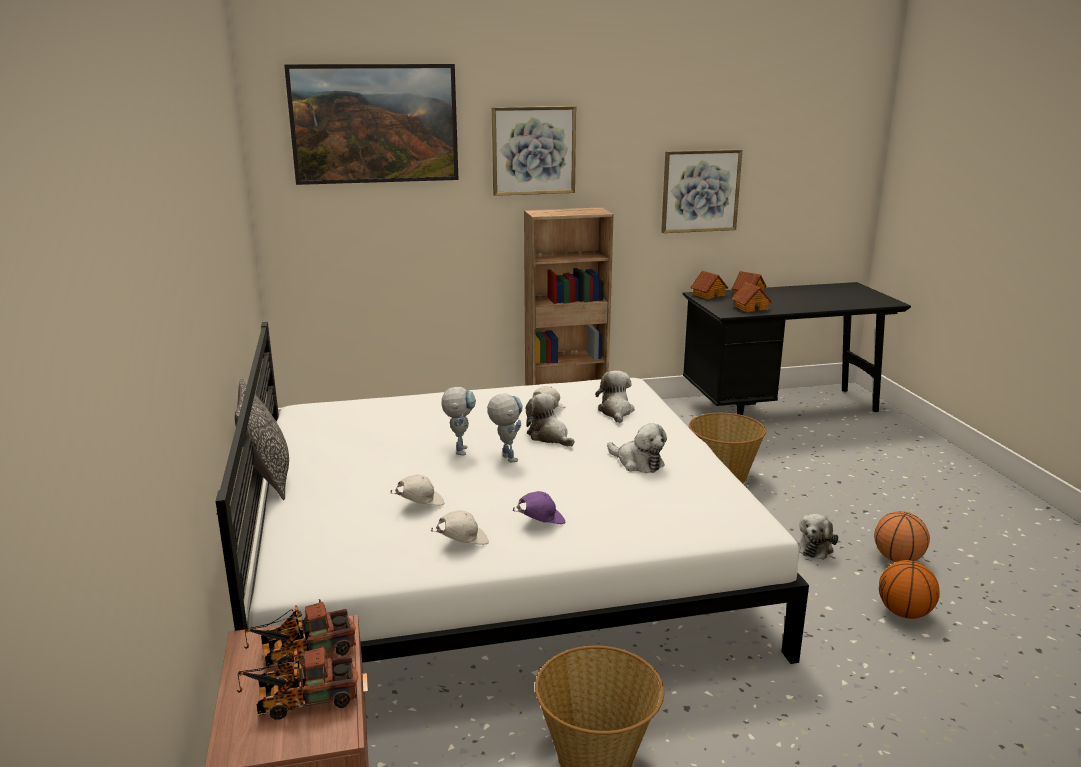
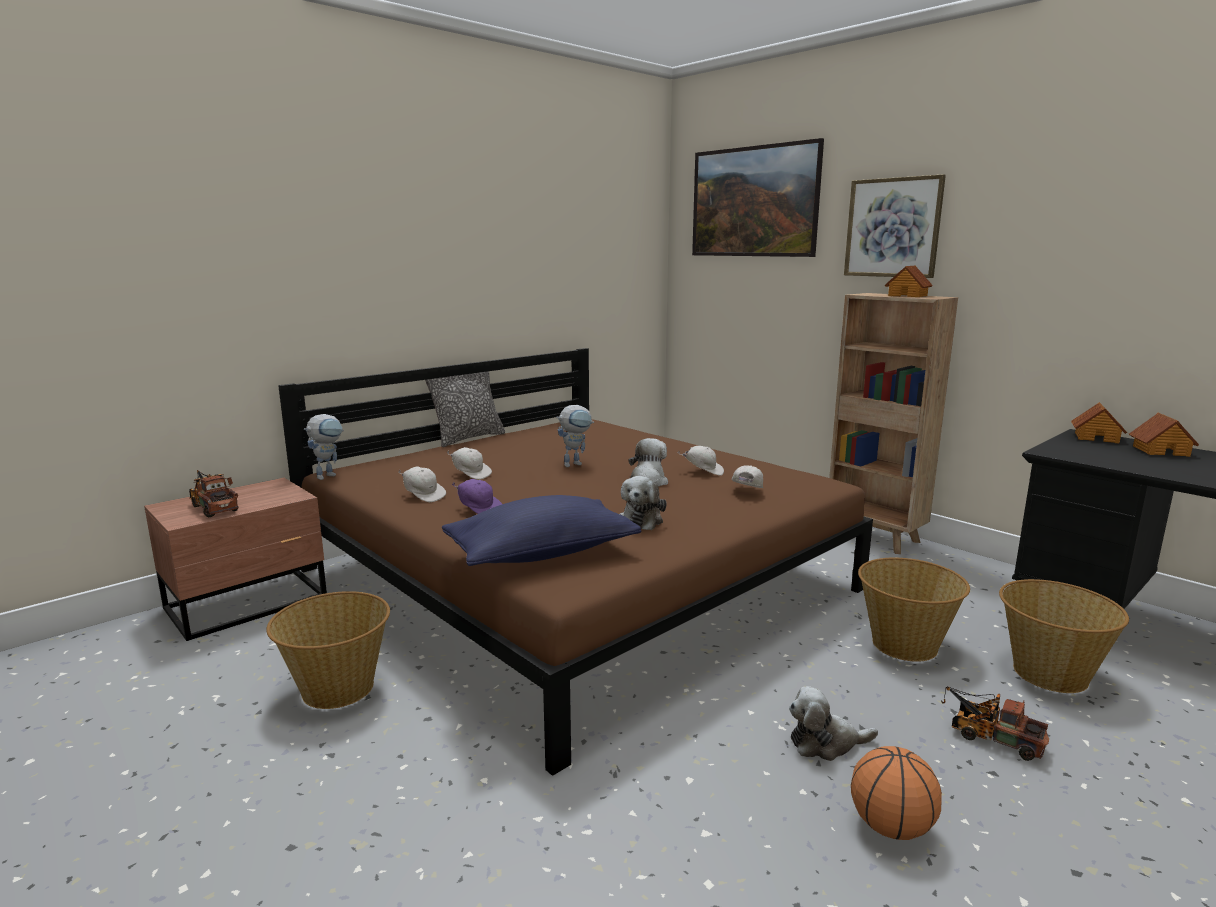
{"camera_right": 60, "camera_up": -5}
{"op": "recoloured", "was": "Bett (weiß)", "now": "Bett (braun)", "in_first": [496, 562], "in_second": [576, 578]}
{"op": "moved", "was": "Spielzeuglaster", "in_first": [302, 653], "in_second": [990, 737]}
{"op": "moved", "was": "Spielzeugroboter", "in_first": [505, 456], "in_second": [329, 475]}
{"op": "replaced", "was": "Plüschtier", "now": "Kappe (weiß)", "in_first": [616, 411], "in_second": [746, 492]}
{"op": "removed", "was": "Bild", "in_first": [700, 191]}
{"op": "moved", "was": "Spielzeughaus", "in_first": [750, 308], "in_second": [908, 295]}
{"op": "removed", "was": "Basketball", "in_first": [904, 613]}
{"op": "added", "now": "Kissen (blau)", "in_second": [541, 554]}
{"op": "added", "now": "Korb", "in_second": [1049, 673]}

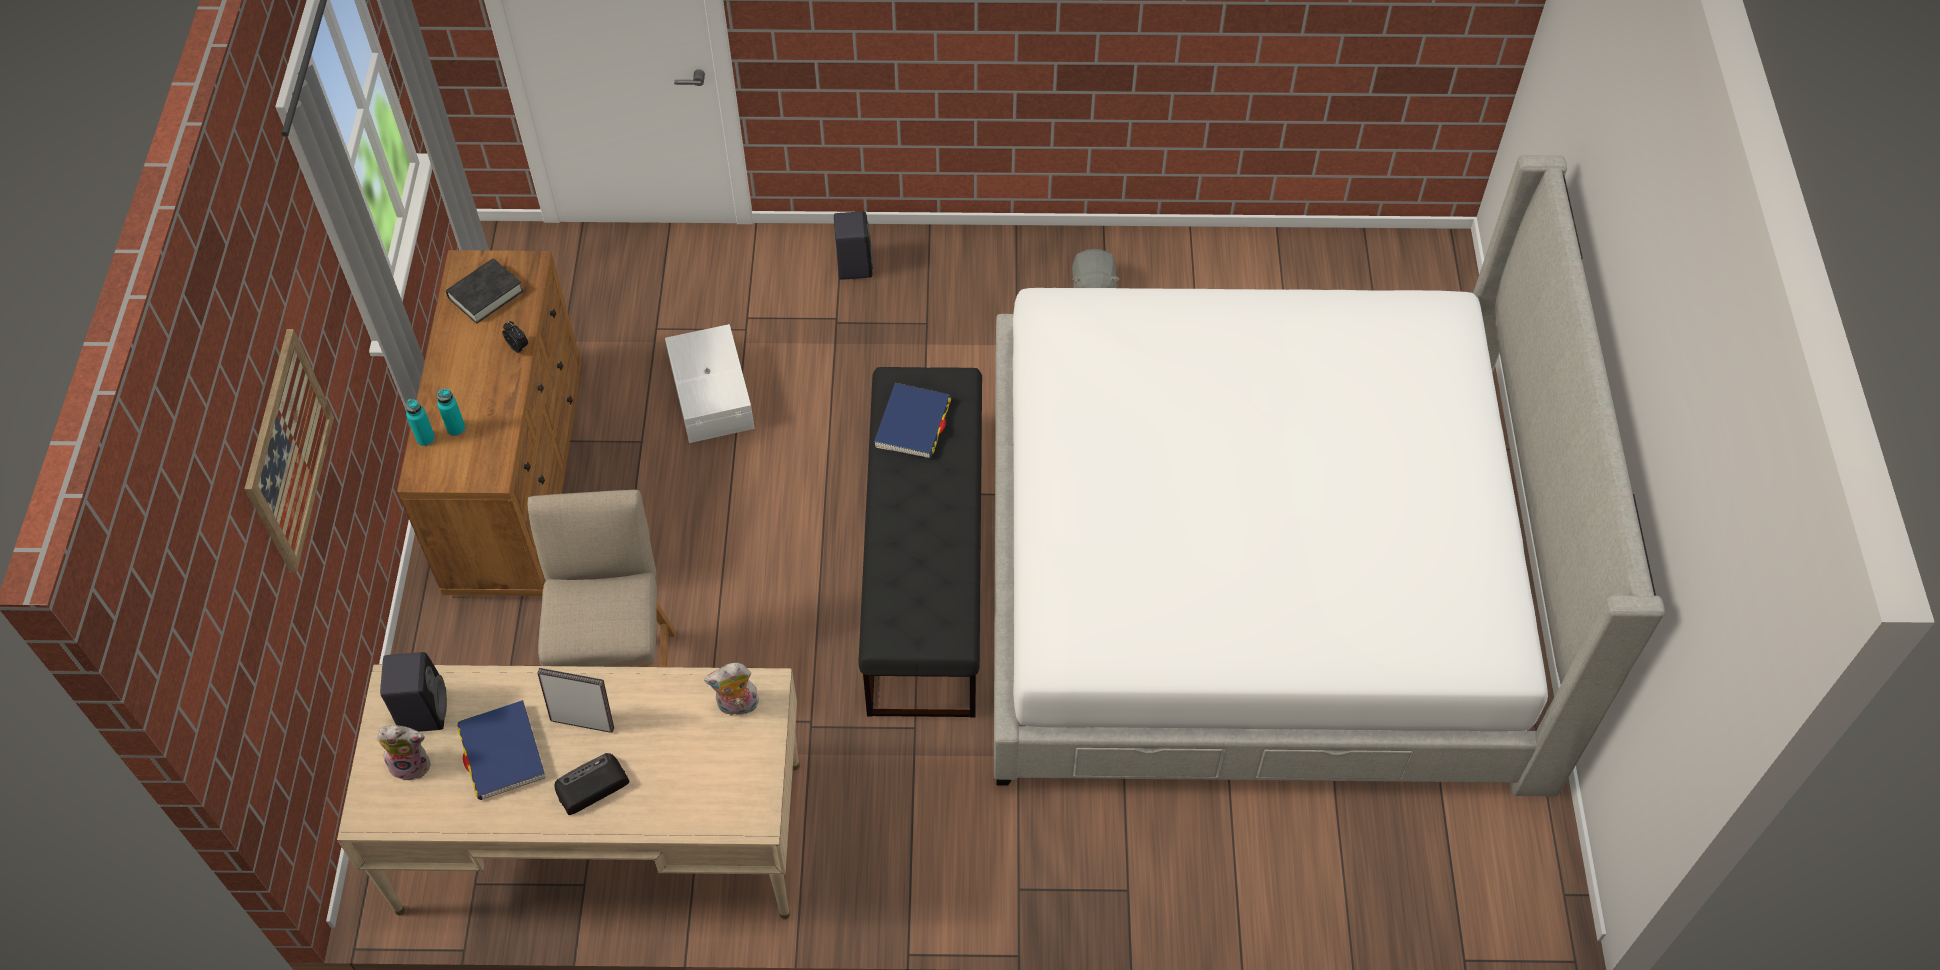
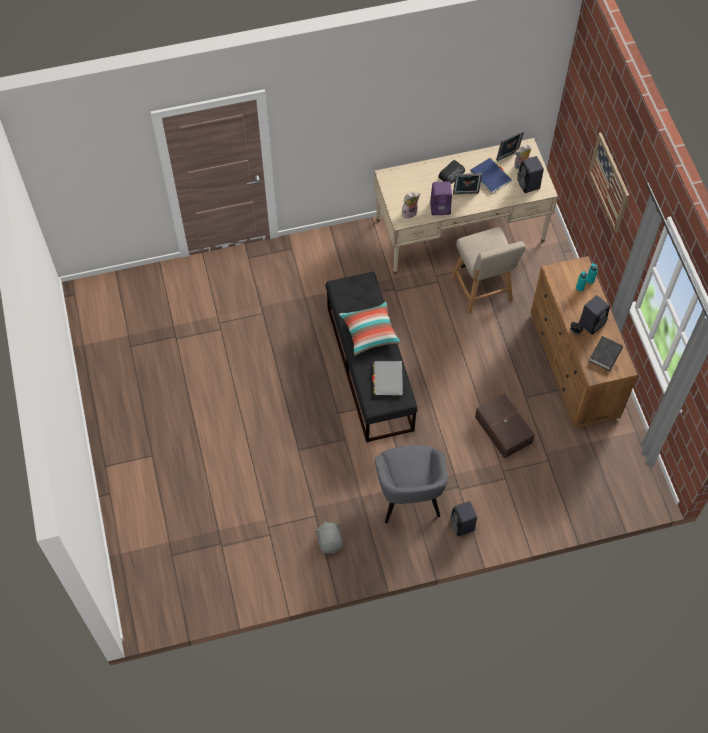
{"camera_right": 165, "camera_up": 5}
{"op": "recoloured", "was": "Aufbewahrungsbox (weiß)", "now": "Aufbewahrungsbox (braun)", "in_first": [713, 393], "in_second": [503, 431]}
{"op": "recoloured", "was": "Buch (blau)", "now": "Buch (grau)", "in_first": [913, 423], "in_second": [388, 379]}
{"op": "removed", "was": "Bett", "in_first": [1256, 569]}
{"op": "added", "now": "Kissen", "in_second": [370, 333]}
{"op": "added", "now": "Sessel (grau)", "in_second": [409, 497]}
{"op": "added", "now": "Lautsprecher (lila)", "in_second": [441, 208]}
{"op": "added", "now": "Bilderrahmen", "in_second": [508, 156]}
{"op": "added", "now": "Lautsprecher (schwarz)", "in_second": [592, 323]}

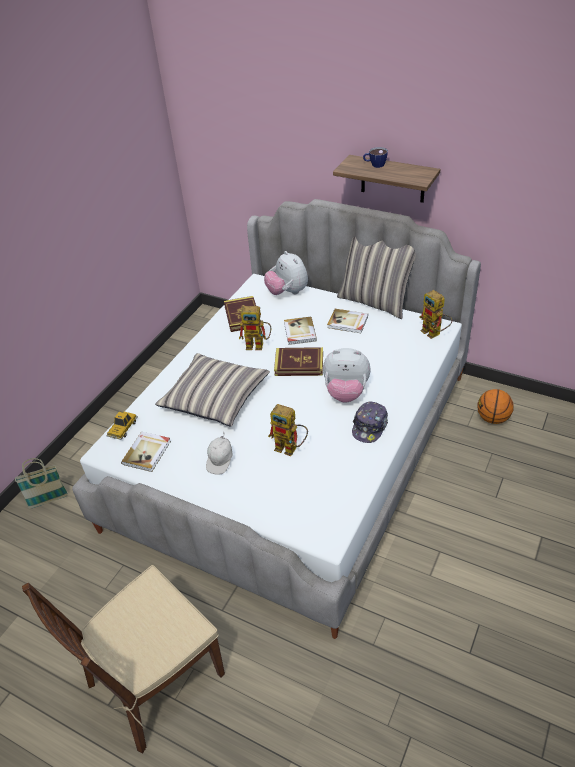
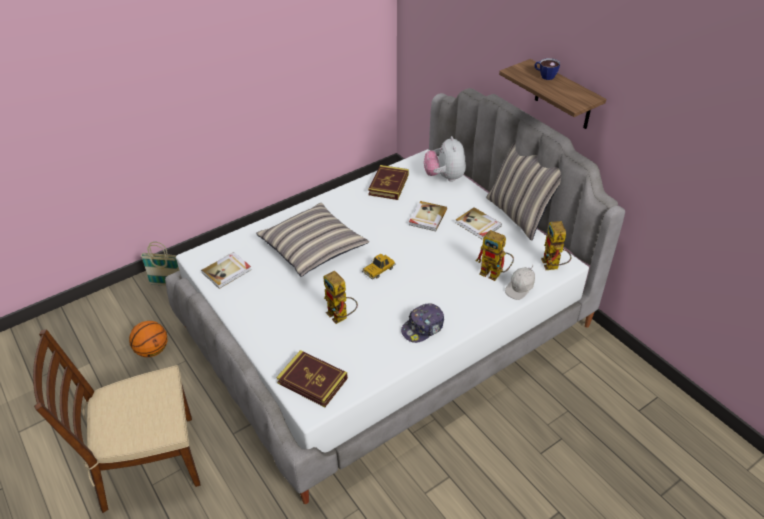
{"camera_right": 25, "camera_up": 0}
{"op": "moved", "was": "Spielzeugauto", "in_first": [123, 428], "in_second": [379, 270]}
{"op": "moved", "was": "Kappe (weiß)", "in_first": [221, 461], "in_second": [520, 289]}
{"op": "moved", "was": "Spielzeugroboter", "in_first": [259, 345], "in_second": [495, 274]}
{"op": "moved", "was": "Buch", "in_first": [299, 364], "in_second": [312, 381]}
{"op": "removed", "was": "Plüschtier", "in_first": [346, 392]}
{"op": "moved", "was": "Basketball", "in_first": [492, 418], "in_second": [152, 350]}

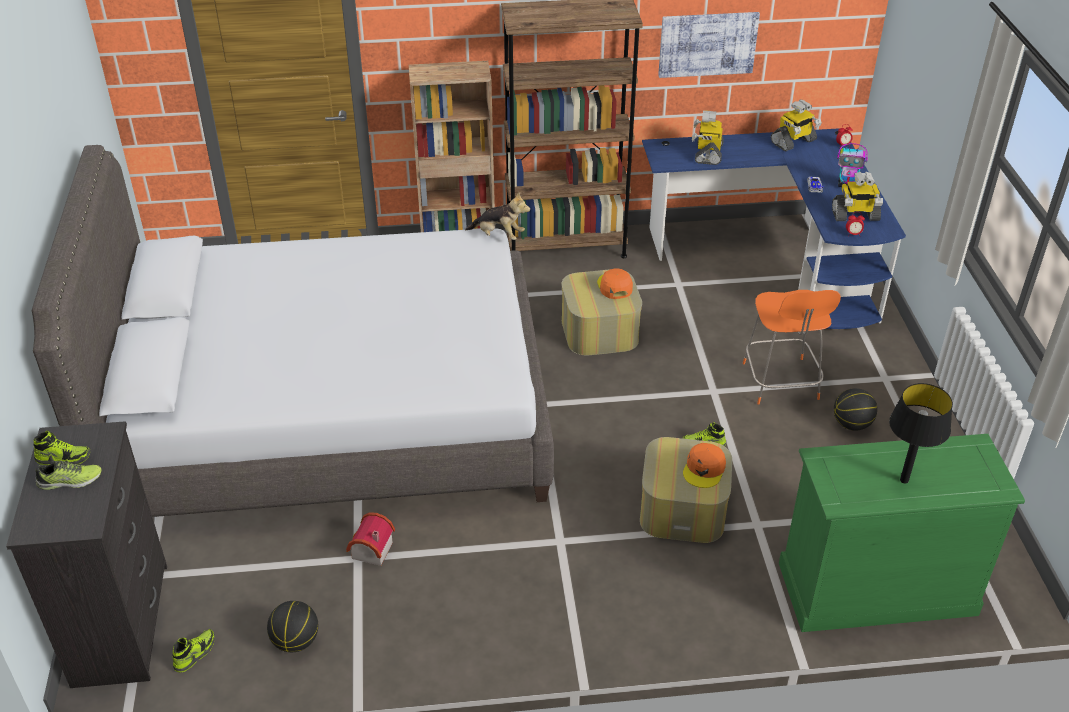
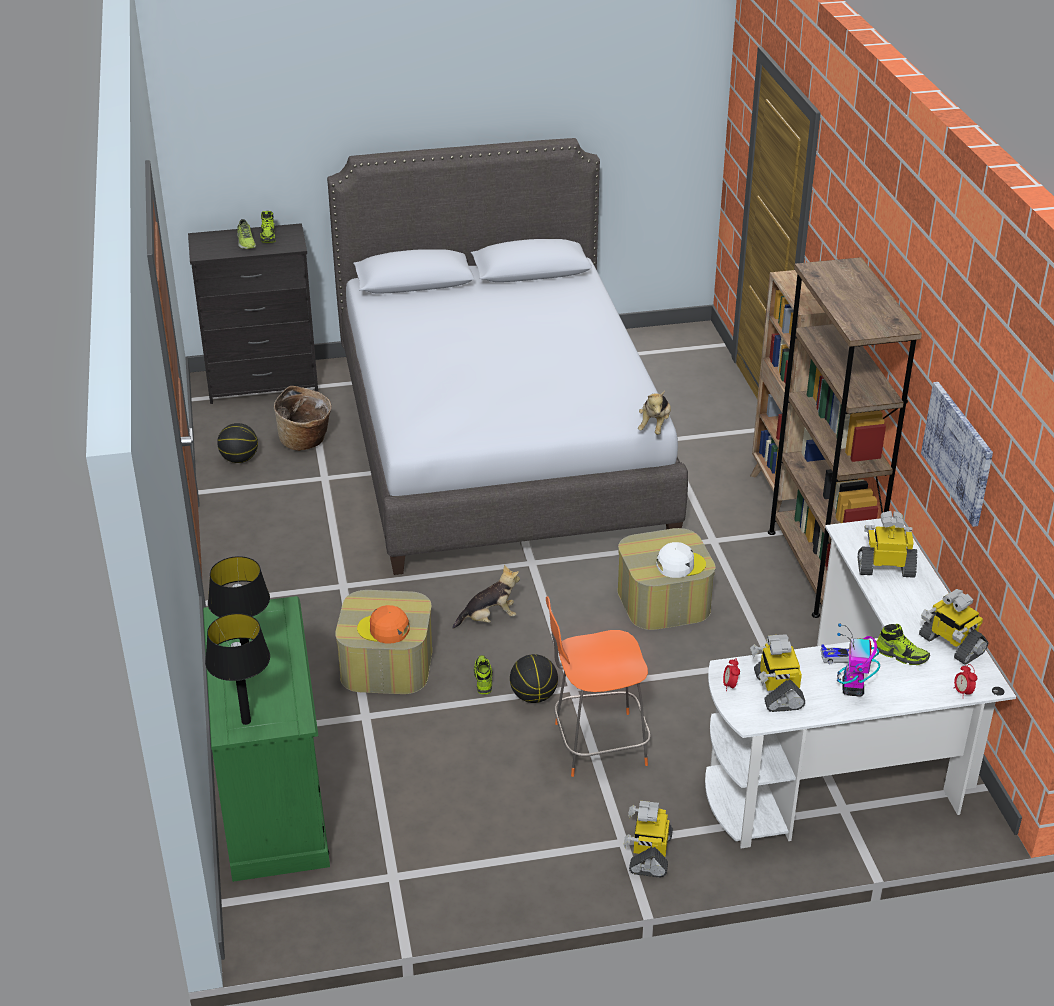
{"camera_right": 85, "camera_up": -5}
{"op": "moved", "was": "Schuh", "in_first": [195, 654], "in_second": [901, 655]}
{"op": "removed", "was": "Spielzeughaus", "in_first": [369, 551]}
{"op": "recoloured", "was": "Kappe (orange)", "now": "Kappe (weiß)", "in_first": [614, 286], "in_second": [680, 565]}
{"op": "recoloured", "was": "Schreibtisch (blau)", "now": "Schreibtisch (weiß)", "in_first": [777, 261], "in_second": [853, 752]}
{"op": "moved", "was": "Basketball", "in_first": [852, 424], "in_second": [533, 696]}
{"op": "added", "now": "Tischlampe (schwarz)", "in_second": [245, 721]}
{"op": "added", "now": "Korb", "in_second": [306, 441]}
{"op": "added", "now": "Plüschtier", "in_second": [489, 619]}
{"op": "added", "now": "Spielzeugroboter", "in_second": [649, 853]}

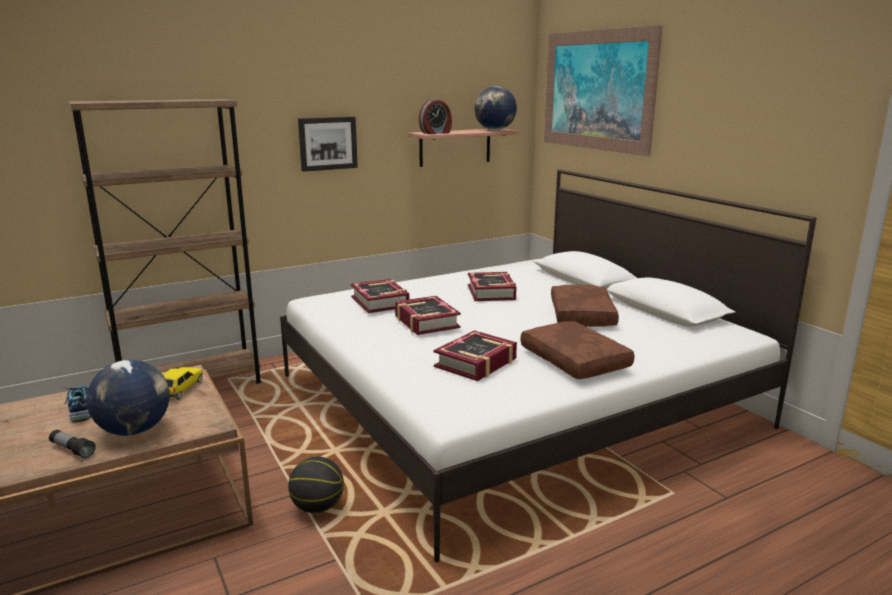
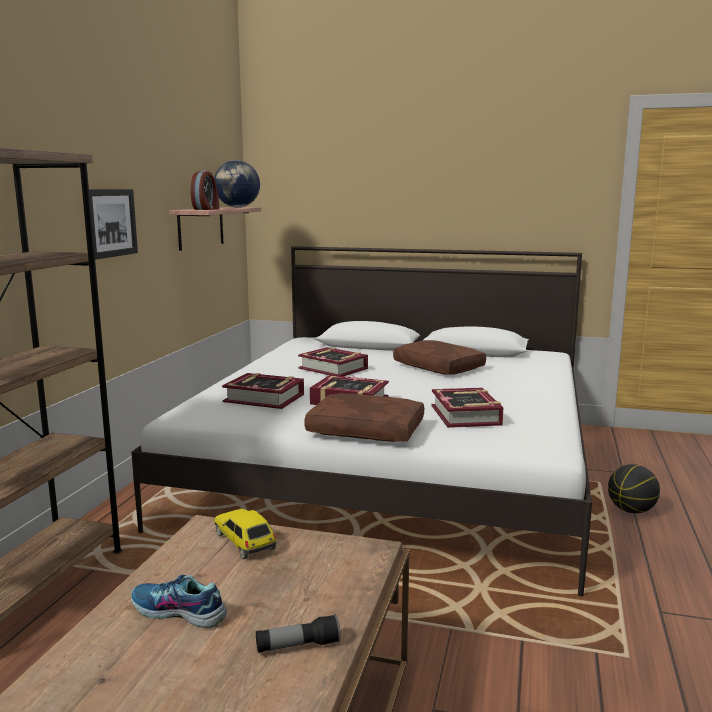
{"camera_right": -45, "camera_up": -5}
{"op": "removed", "was": "Globus", "in_first": [135, 430]}
{"op": "moved", "was": "Basketball", "in_first": [318, 507], "in_second": [631, 510]}
{"op": "moved", "was": "Kissen (braun)", "in_first": [576, 361], "in_second": [367, 430]}
{"op": "removed", "was": "Bild", "in_first": [597, 90]}

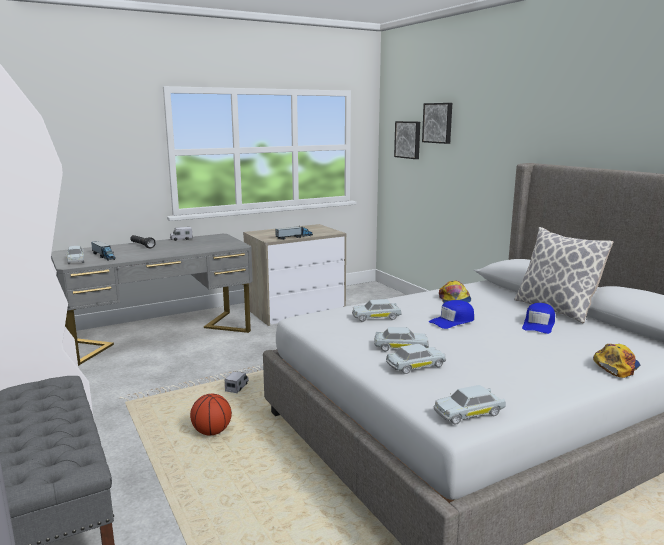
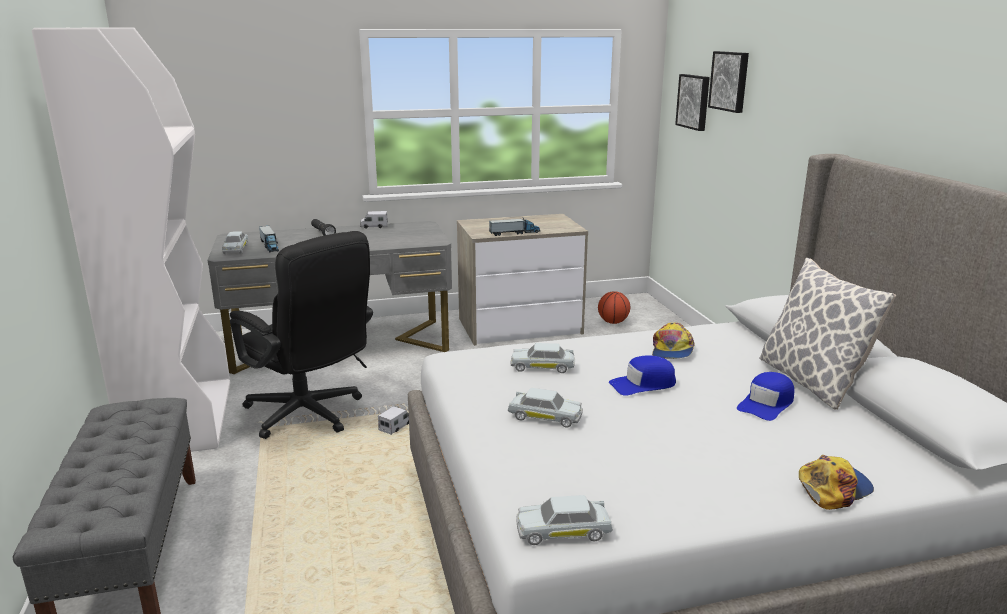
{"camera_right": 15, "camera_up": 5}
{"op": "moved", "was": "Basketball", "in_first": [211, 432], "in_second": [613, 322]}
{"op": "removed", "was": "Spielzeugauto (weiß)", "in_first": [415, 366]}
{"op": "added", "now": "Bürostuhl (schwarz)", "in_second": [310, 416]}

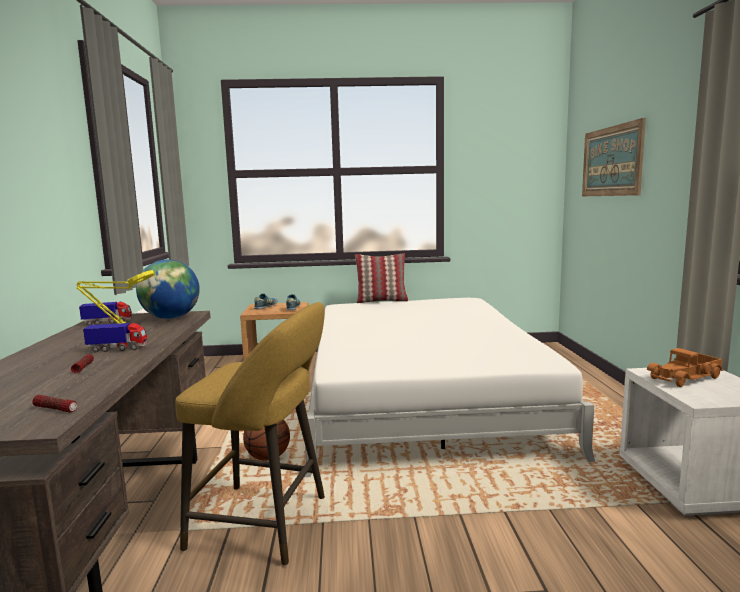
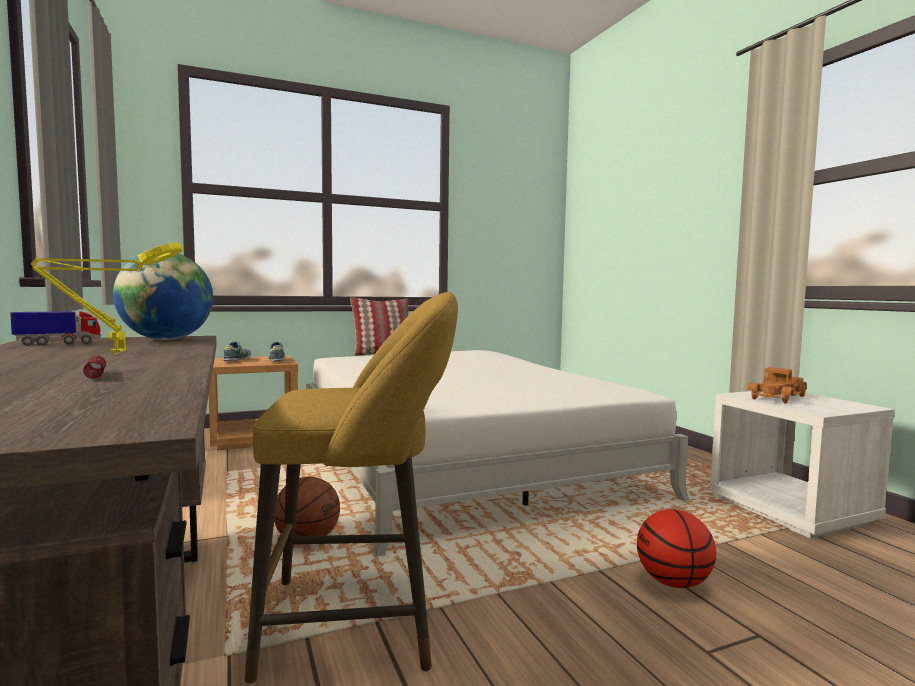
{"camera_right": -20, "camera_up": -5}
{"op": "removed", "was": "Taschenlampe", "in_first": [56, 409]}
{"op": "removed", "was": "Spielzeuglaster", "in_first": [118, 349]}
{"op": "removed", "was": "Bild", "in_first": [611, 161]}
{"op": "added", "now": "Basketball", "in_second": [673, 582]}

